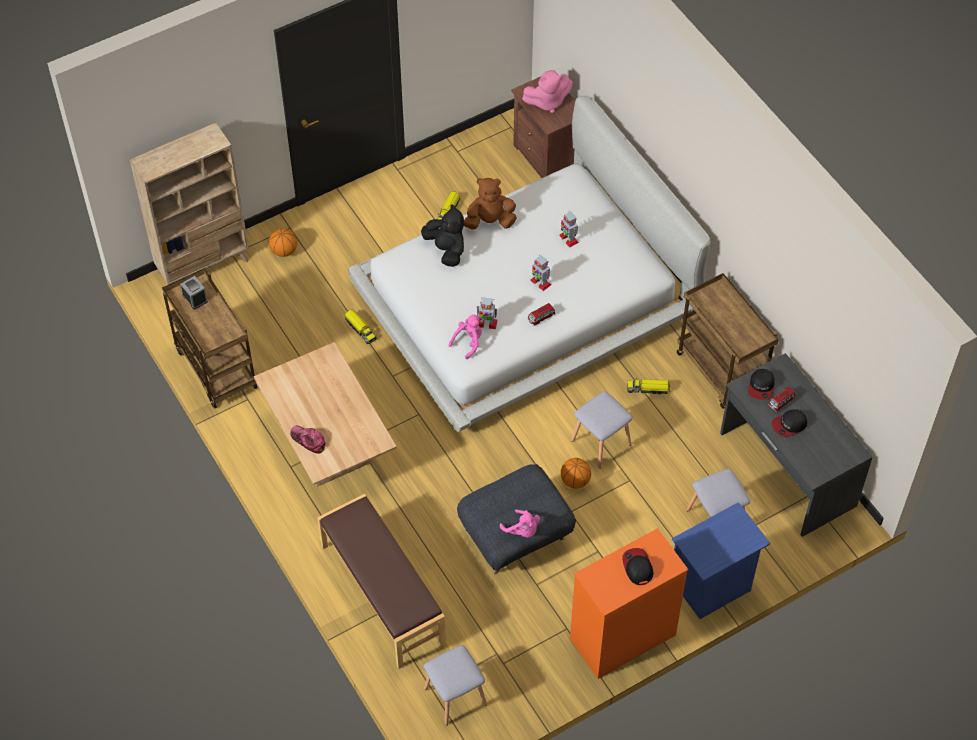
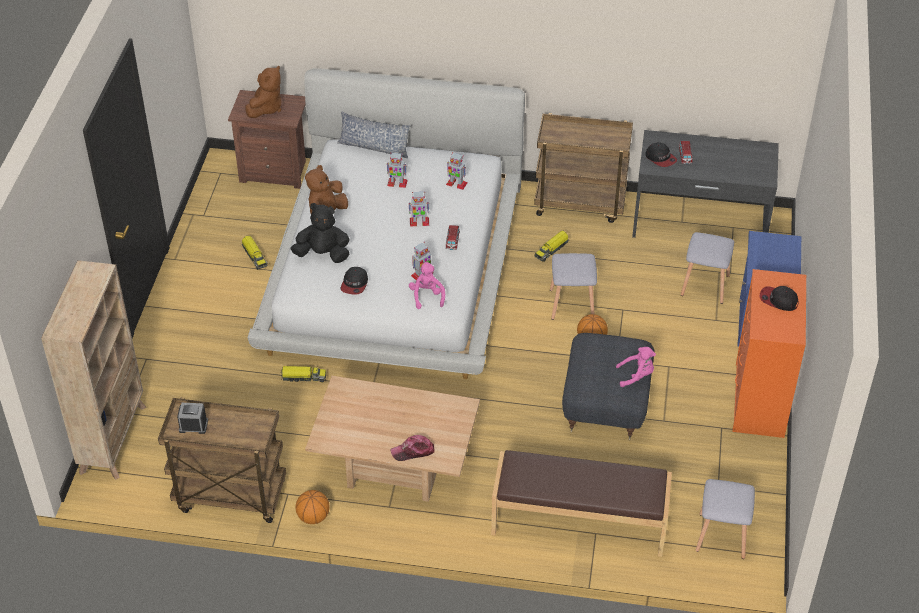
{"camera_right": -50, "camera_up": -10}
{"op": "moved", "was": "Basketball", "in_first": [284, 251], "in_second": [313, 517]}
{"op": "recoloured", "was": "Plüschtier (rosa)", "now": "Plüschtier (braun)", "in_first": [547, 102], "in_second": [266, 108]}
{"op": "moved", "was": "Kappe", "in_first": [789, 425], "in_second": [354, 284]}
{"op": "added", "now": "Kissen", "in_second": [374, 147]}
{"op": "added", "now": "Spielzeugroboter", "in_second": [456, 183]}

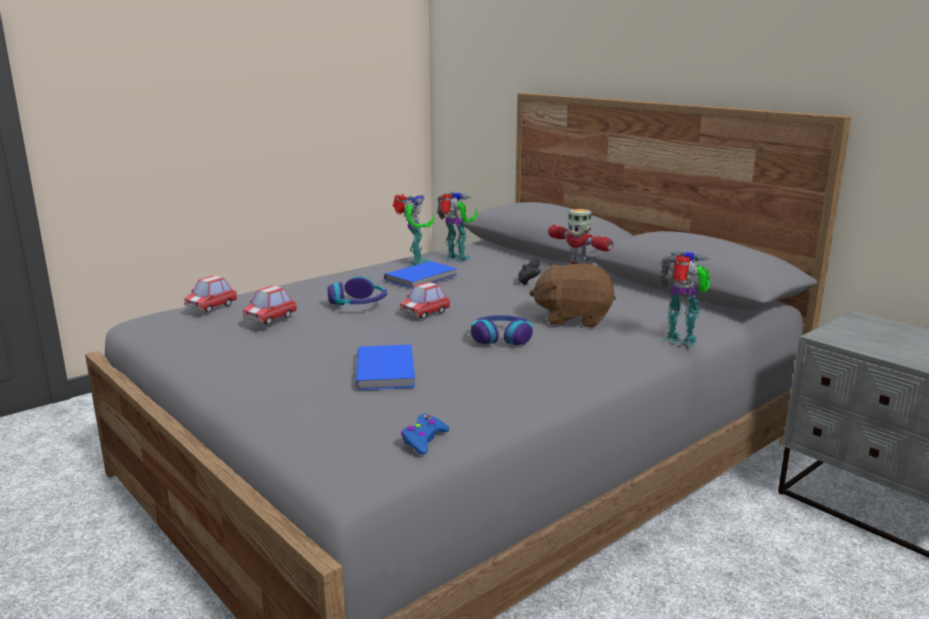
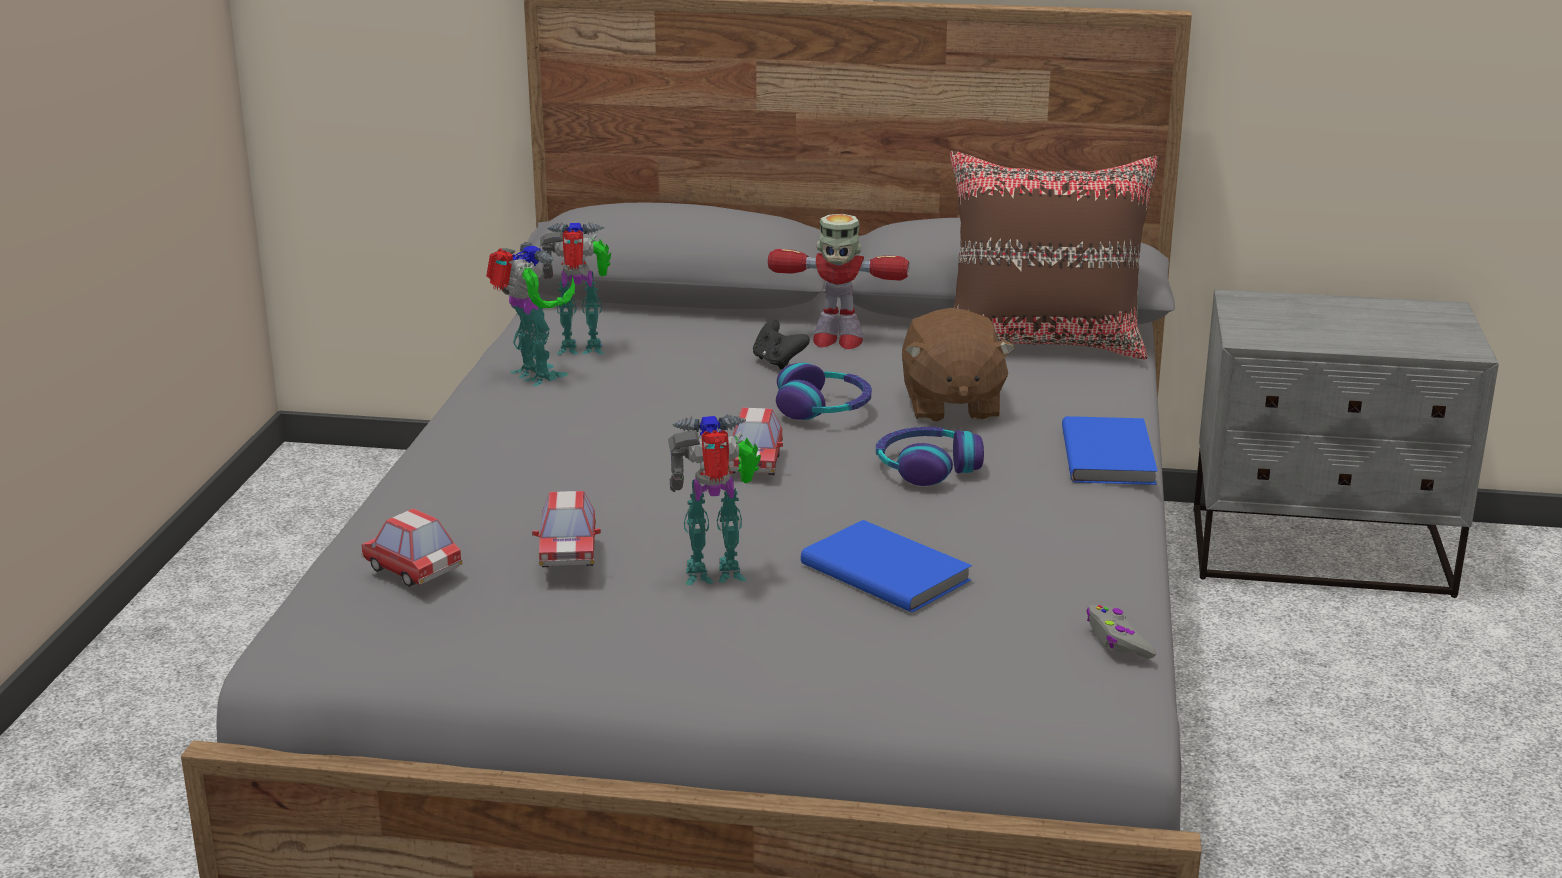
{"camera_right": -40, "camera_up": 5}
{"op": "turned", "was": "Spielzeugauto", "in_first": [212, 306], "in_second": [412, 569], "clockwise": 135}
{"op": "moved", "was": "Kopfhörer", "in_first": [358, 303], "in_second": [823, 408]}
{"op": "moved", "was": "Buch (blau)", "in_first": [423, 278], "in_second": [1111, 455]}
{"op": "recoloured", "was": "Gamepad (blau)", "now": "Gamepad (grau)", "in_first": [424, 440], "in_second": [1117, 641]}
{"op": "turned", "was": "Plüschtier (braun)", "in_first": [573, 318], "in_second": [950, 406], "clockwise": -60}
{"op": "moved", "was": "Spielzeugroboter", "in_first": [681, 341], "in_second": [717, 574]}
{"op": "added", "now": "Kissen (braun)", "in_second": [1044, 344]}

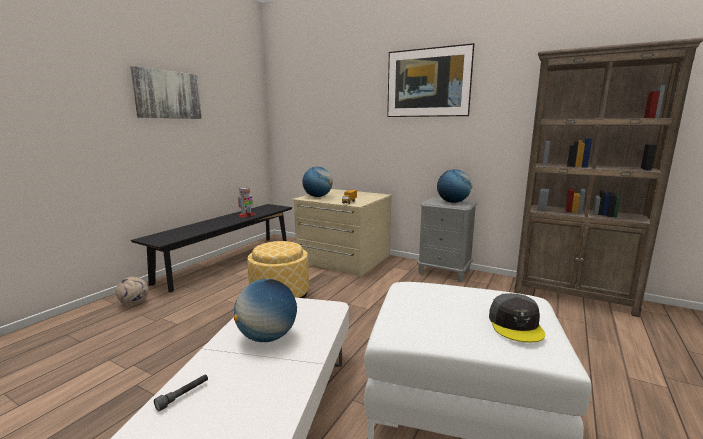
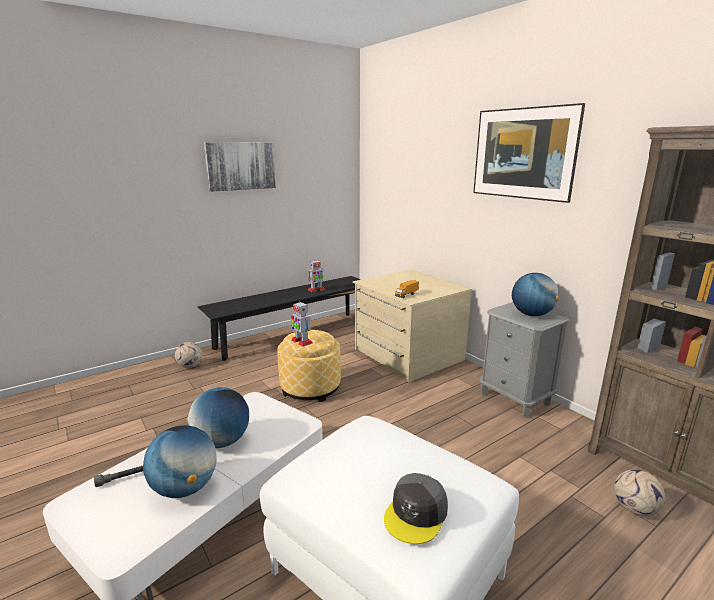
{"camera_right": 25, "camera_up": 5}
{"op": "moved", "was": "Globus", "in_first": [317, 196], "in_second": [185, 488]}
{"op": "added", "now": "Spielzeugroboter", "in_second": [301, 341]}
{"op": "added", "now": "Fußball", "in_second": [635, 509]}

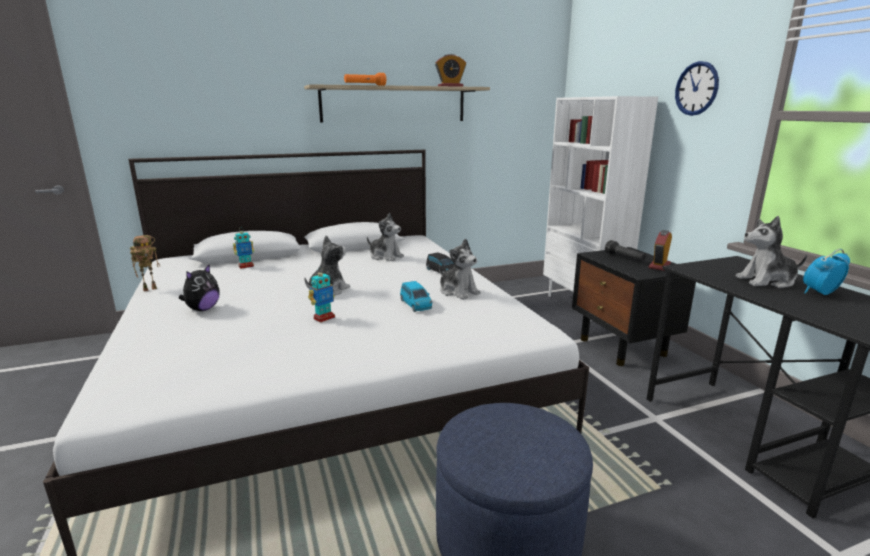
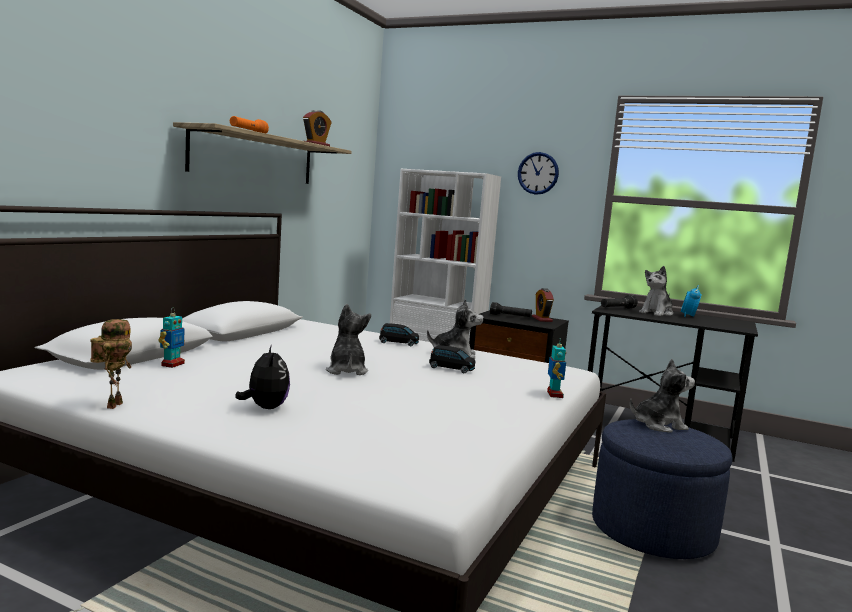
{"camera_right": -45, "camera_up": -10}
{"op": "moved", "was": "Spielzeugroboter", "in_first": [324, 318], "in_second": [554, 394]}
{"op": "moved", "was": "Plüschtier", "in_first": [385, 256], "in_second": [658, 425]}
{"op": "recoloured", "was": "Spielzeugauto (blau)", "now": "Spielzeugauto (schwarz)", "in_first": [416, 305], "in_second": [452, 368]}
{"op": "added", "now": "Taschenlampe (schwarz)", "in_second": [617, 309]}

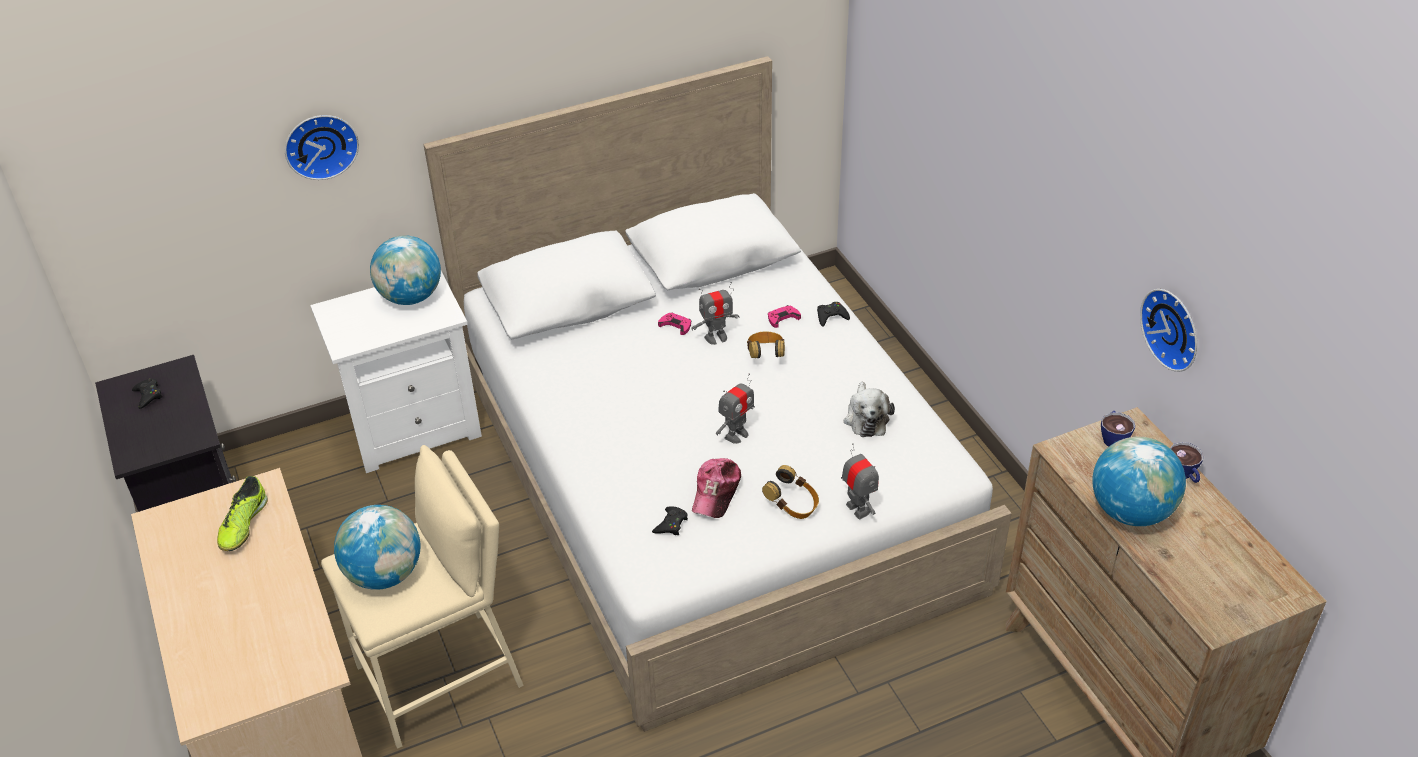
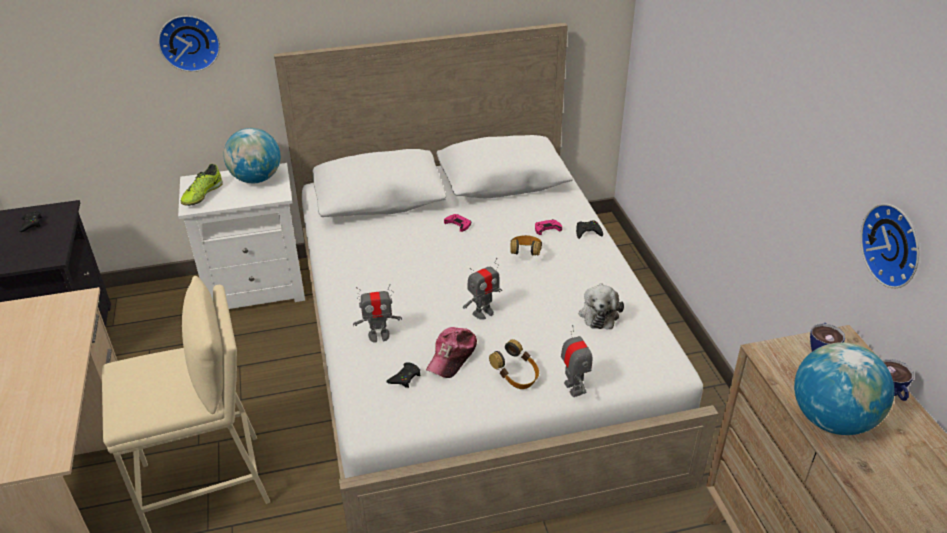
{"camera_right": 10, "camera_up": -5}
{"op": "moved", "was": "Schuh", "in_first": [243, 524], "in_second": [202, 195]}
{"op": "removed", "was": "Globus", "in_first": [384, 574]}
{"op": "moved", "was": "Spielzeugroboter", "in_first": [716, 337], "in_second": [379, 336]}

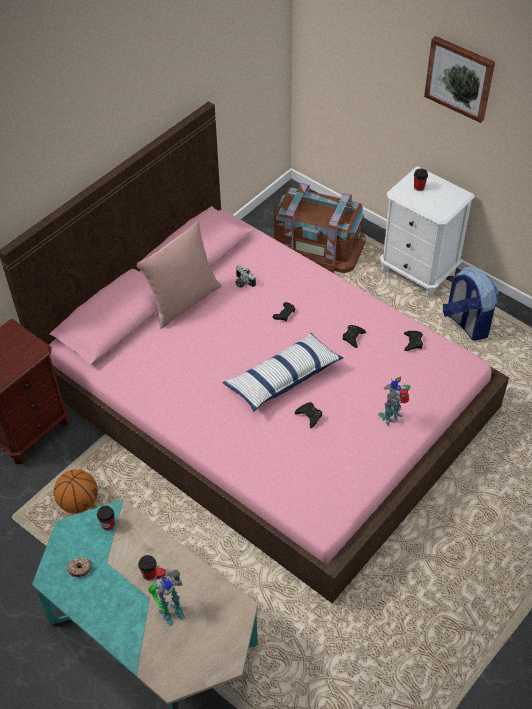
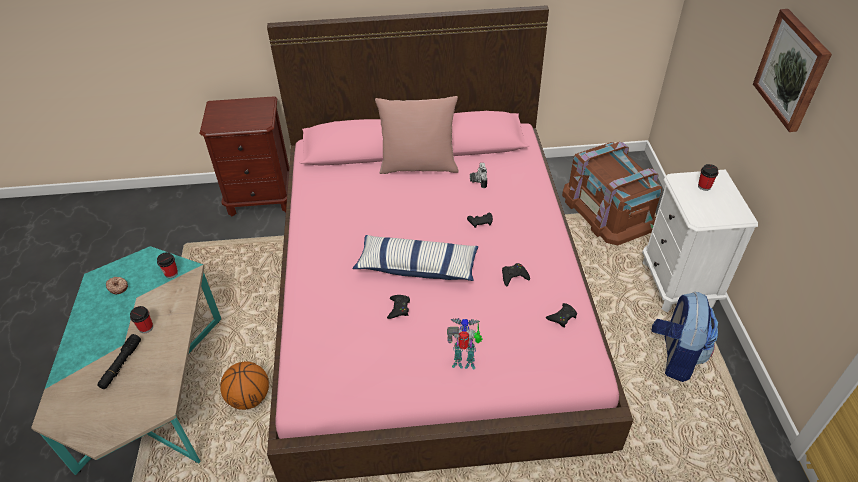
{"camera_right": 45, "camera_up": -5}
{"op": "moved", "was": "Basketball", "in_first": [79, 503], "in_second": [249, 398]}
{"op": "replaced", "was": "Spielzeugroboter", "now": "Taschenlampe (schwarz)", "in_first": [170, 611], "in_second": [121, 365]}

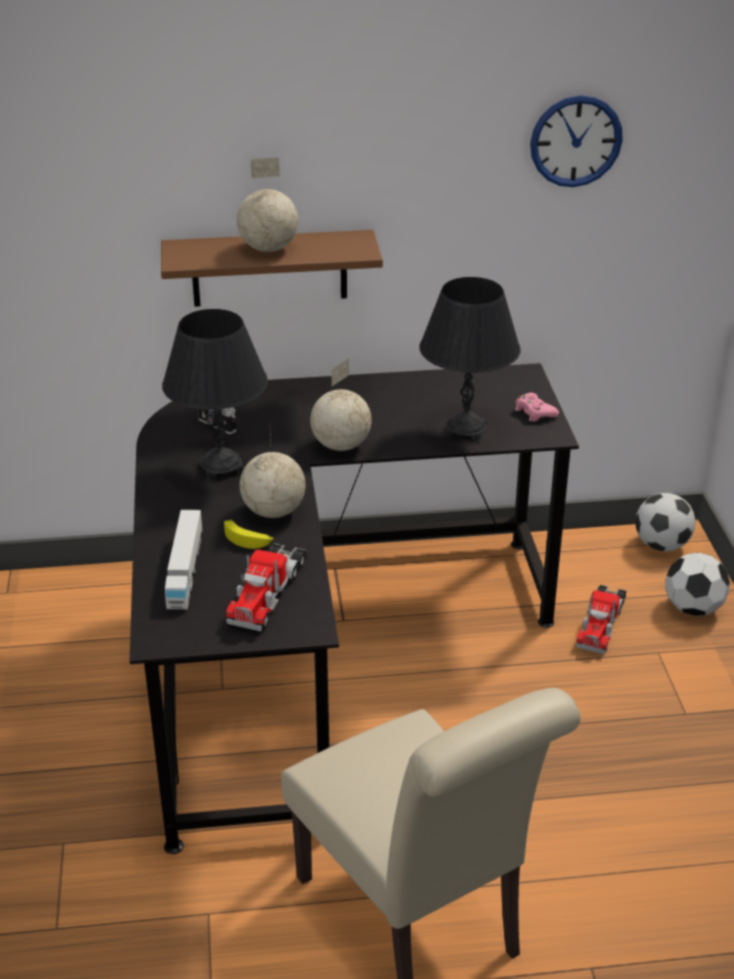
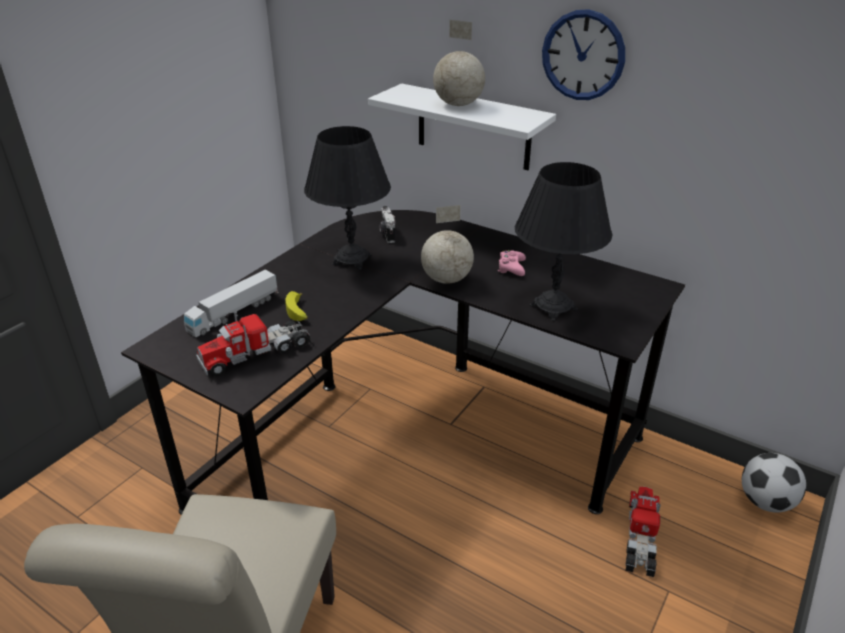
{"camera_right": 40, "camera_up": 0}
{"op": "recoloured", "was": "Wandregal (braun)", "now": "Wandregal (weiß)", "in_first": [269, 268], "in_second": [473, 127]}
{"op": "removed", "was": "Globus", "in_first": [274, 511]}
{"op": "moved", "was": "Gamepad (rosa)", "in_first": [534, 412], "in_second": [511, 268]}
{"op": "moved", "was": "Wanduhr", "in_first": [576, 141], "in_second": [583, 55]}
{"op": "turned", "was": "Spielzeuglaster", "in_first": [601, 624], "in_second": [641, 536], "clockwise": 135}
{"op": "removed", "was": "Fußball", "in_first": [693, 608]}

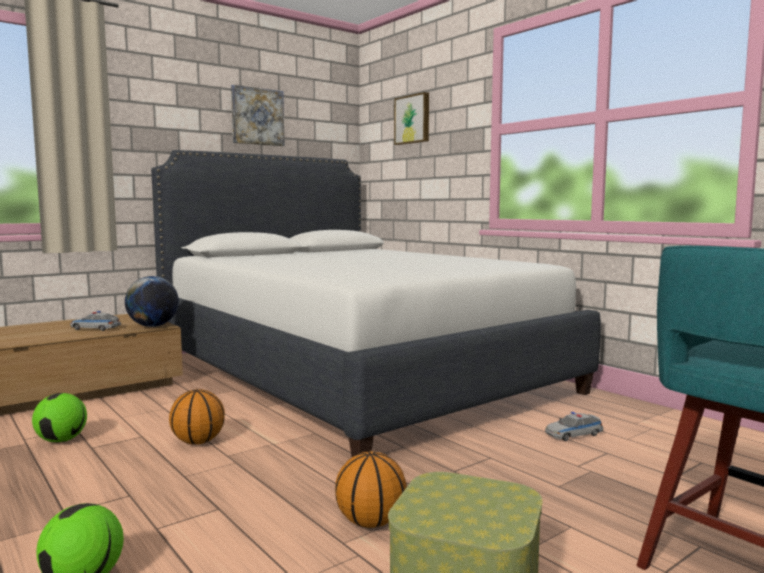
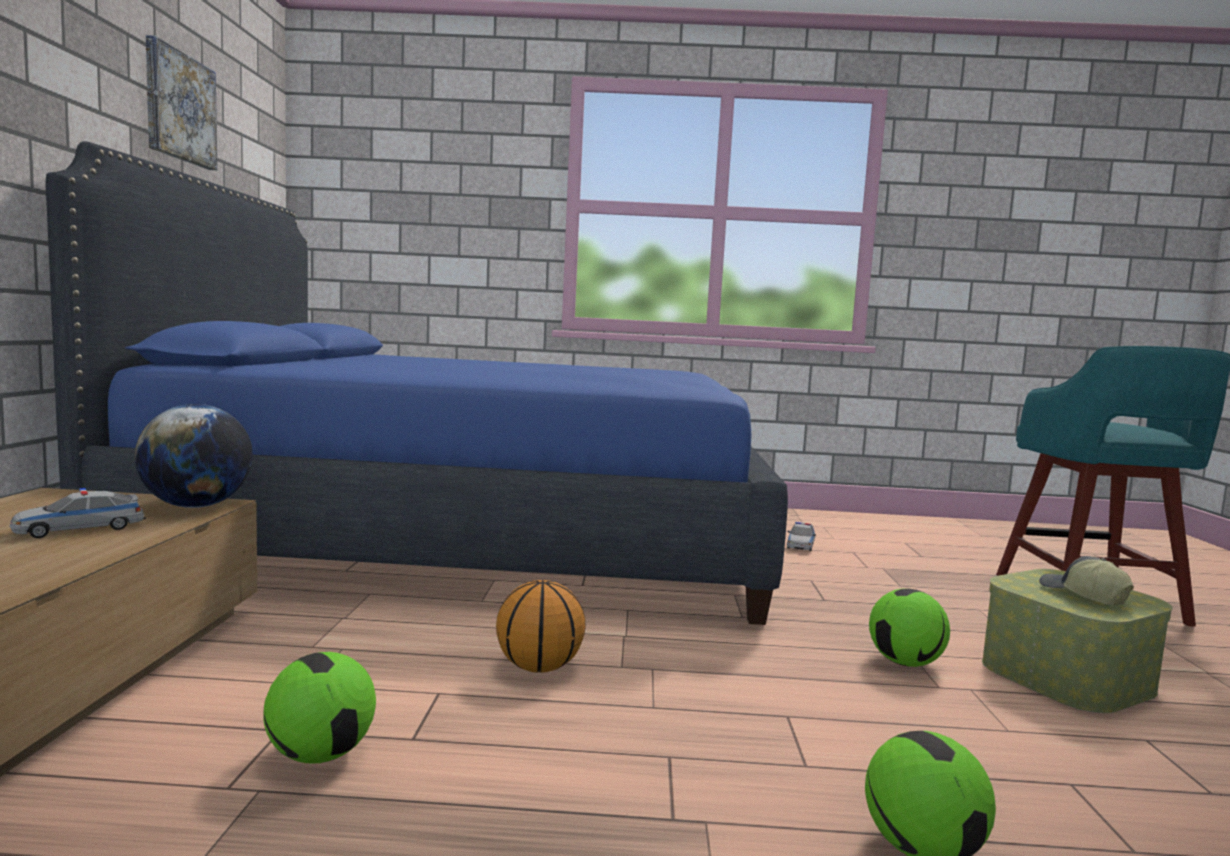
{"camera_right": -50, "camera_up": 0}
{"op": "recoloured", "was": "Bett (weiß)", "now": "Bett (blau)", "in_first": [356, 374], "in_second": [469, 537]}
{"op": "replaced", "was": "Basketball", "now": "Fußball", "in_first": [371, 522], "in_second": [905, 663]}
{"op": "removed", "was": "Bild", "in_first": [413, 119]}
{"op": "added", "now": "Kappe", "in_second": [1082, 595]}

